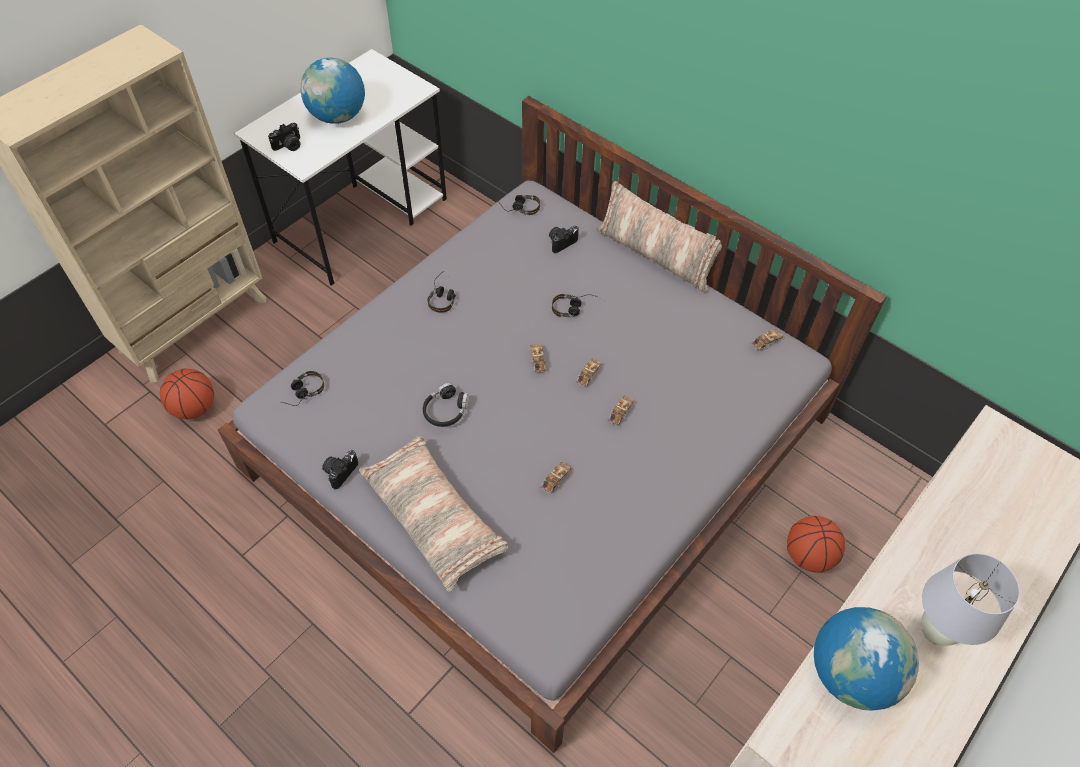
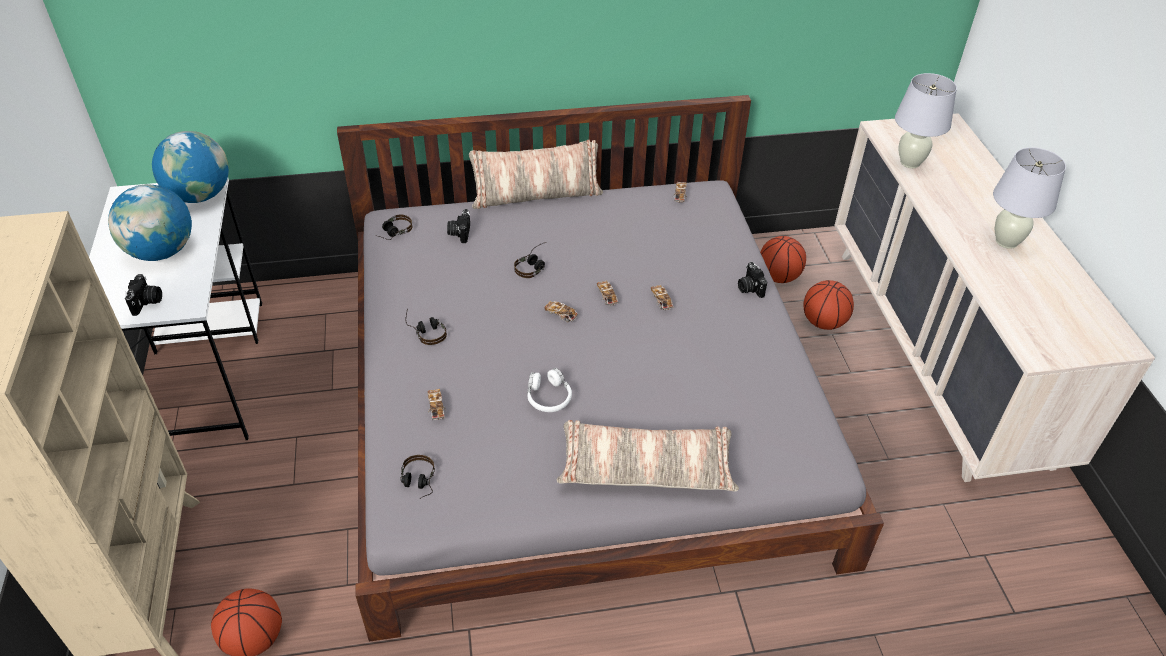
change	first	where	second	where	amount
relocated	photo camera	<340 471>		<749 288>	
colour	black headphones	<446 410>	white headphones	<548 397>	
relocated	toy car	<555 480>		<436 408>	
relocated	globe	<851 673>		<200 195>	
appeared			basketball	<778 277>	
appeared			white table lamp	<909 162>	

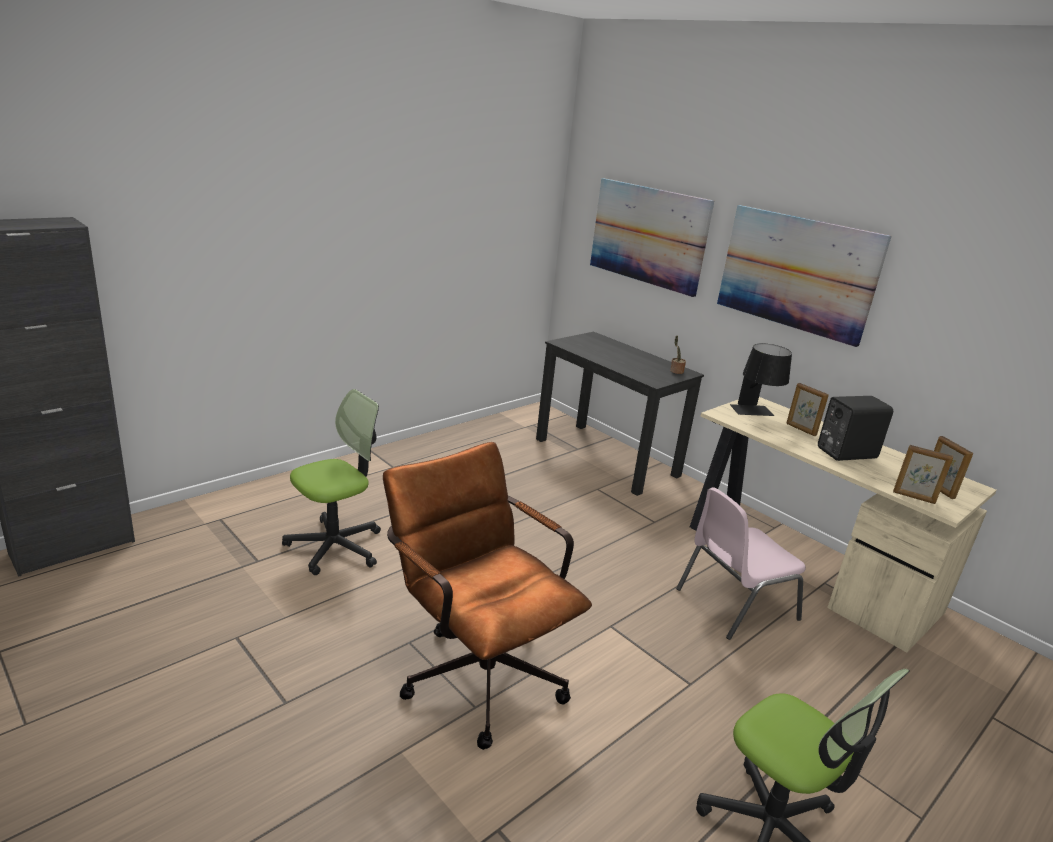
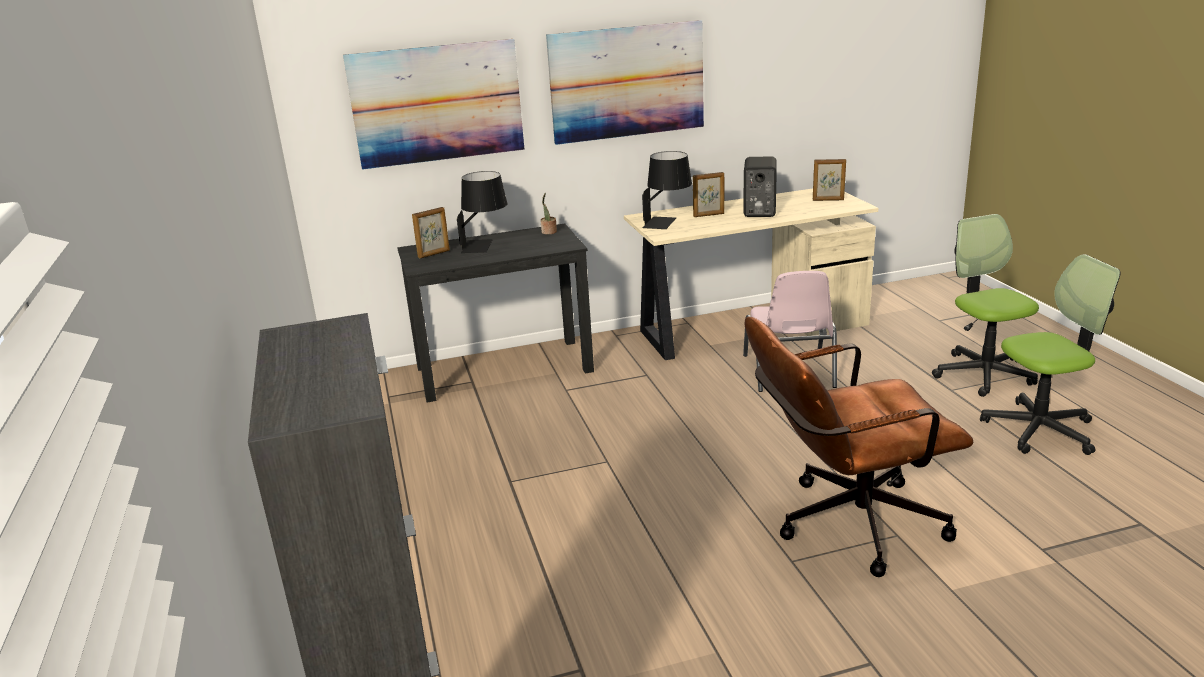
change	first	where	second	where	amount
relocated	office chair	<335 546>		<983 374>	
relocated	picture frame	<914 497>		<434 254>	
appeared			black table lamp	<485 245>	

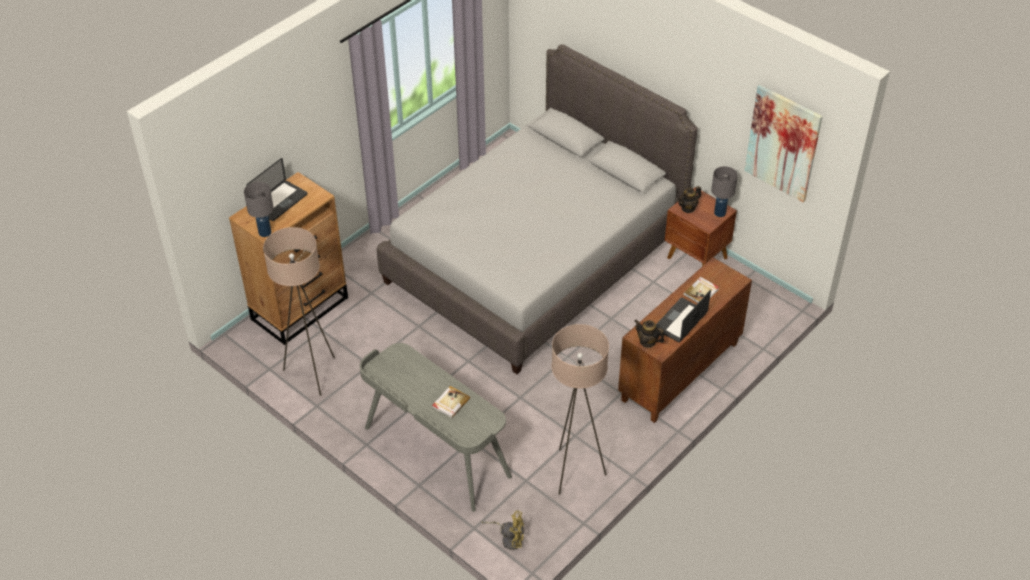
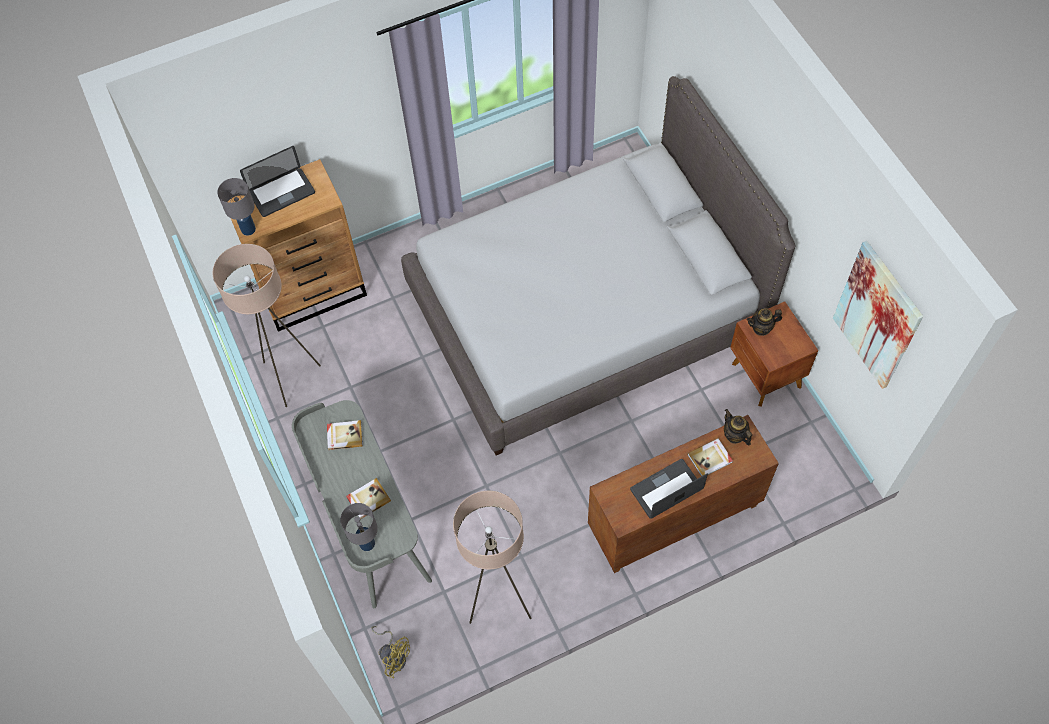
change	first	where	second	where	amount
relocated	teapot	<647 342>		<734 435>	
relocated	grey table lamp	<720 213>		<367 543>	
appeared			book	<344 435>	

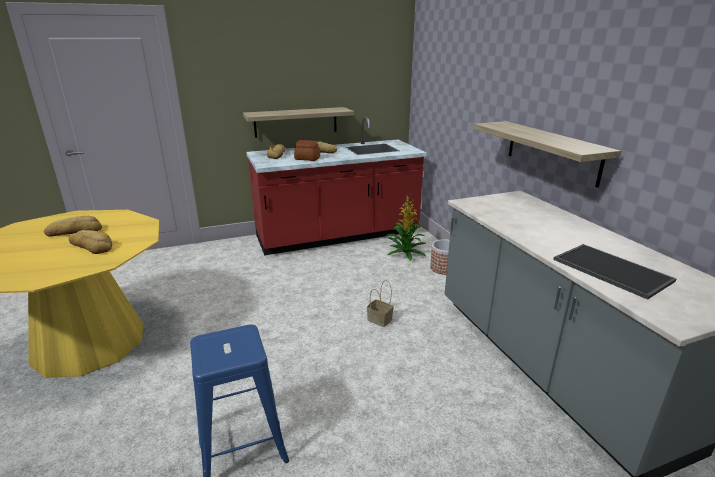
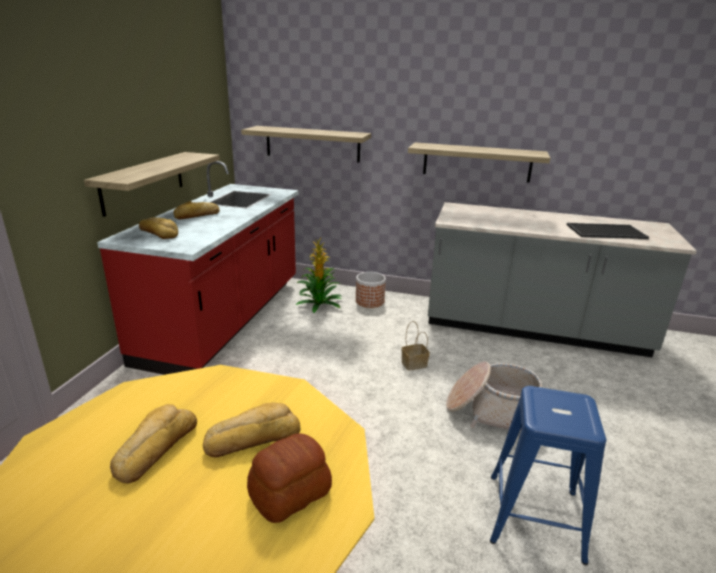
change	first	where	second	where	amount
relocated	bread	<307 159>		<291 494>	
appeared			shelf	<312 144>	
appeared			basket	<492 411>	

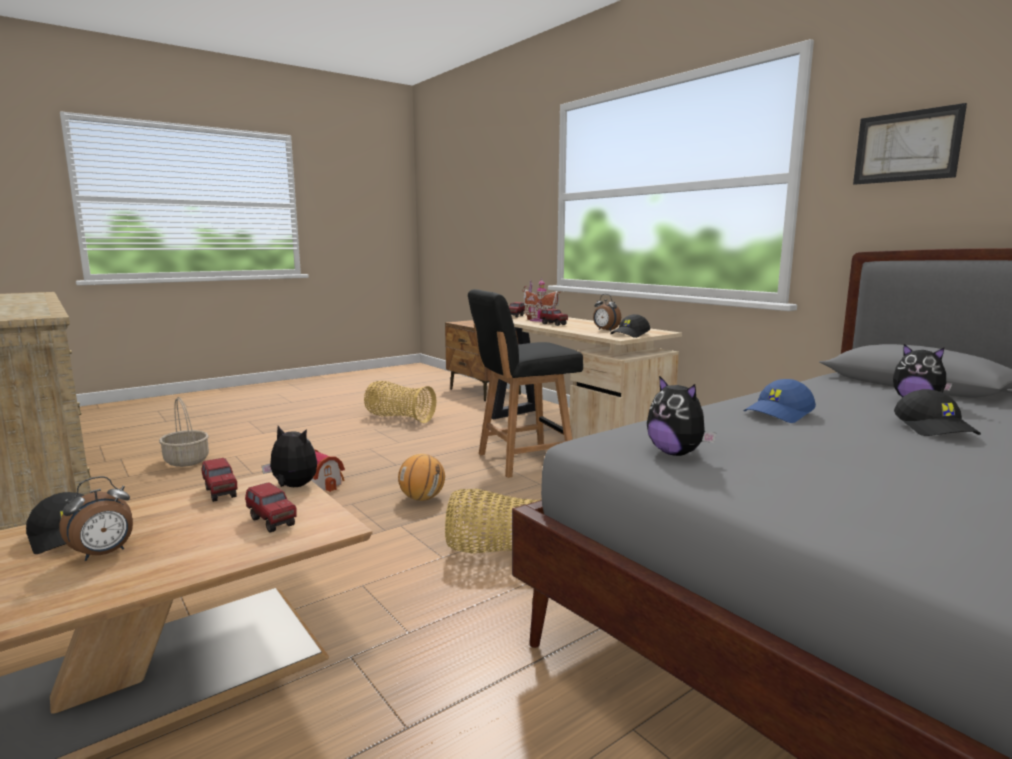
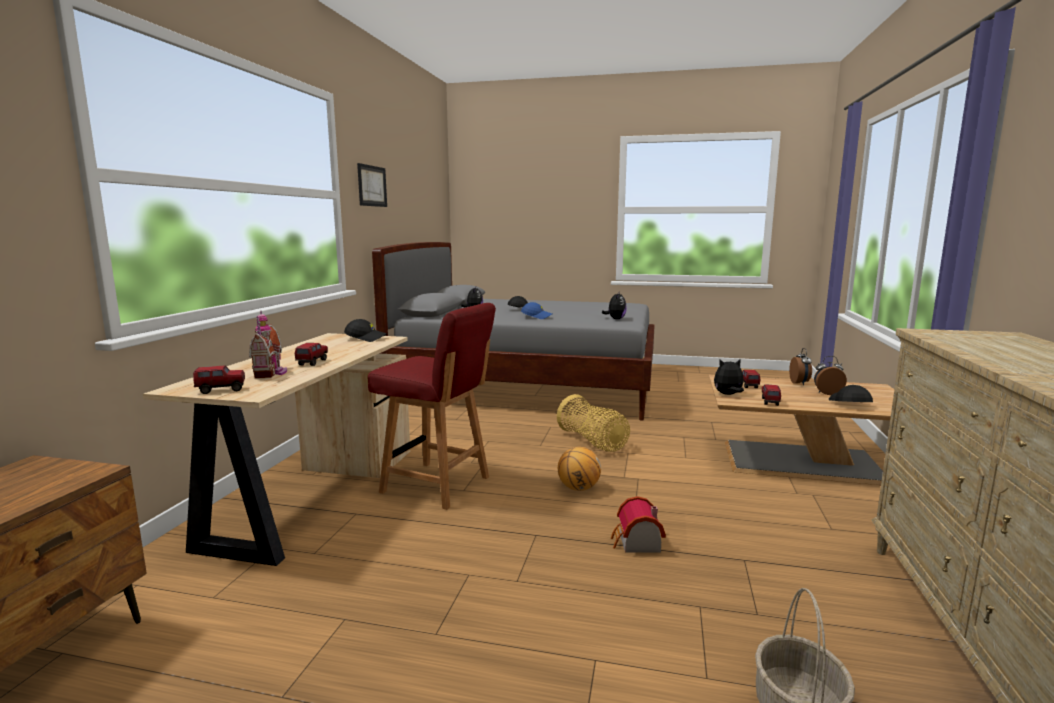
change	first	where	second	where	amount
spun	plush toy	<293 487>		<728 395>	105 degrees clockwise
missing	basket	<399 418>			
colour	black chair	<523 460>	red chair	<438 485>	
relocated	alarm clock	<605 330>		<799 383>	

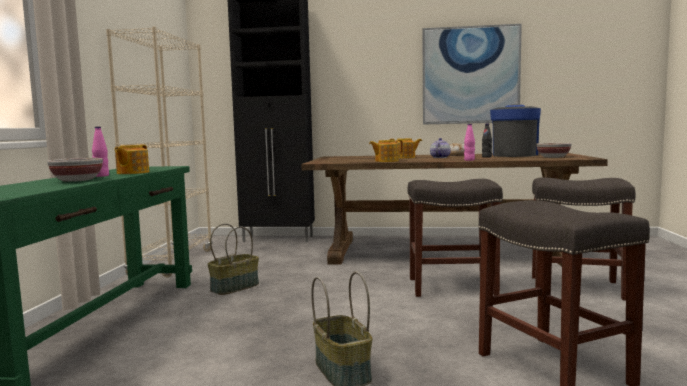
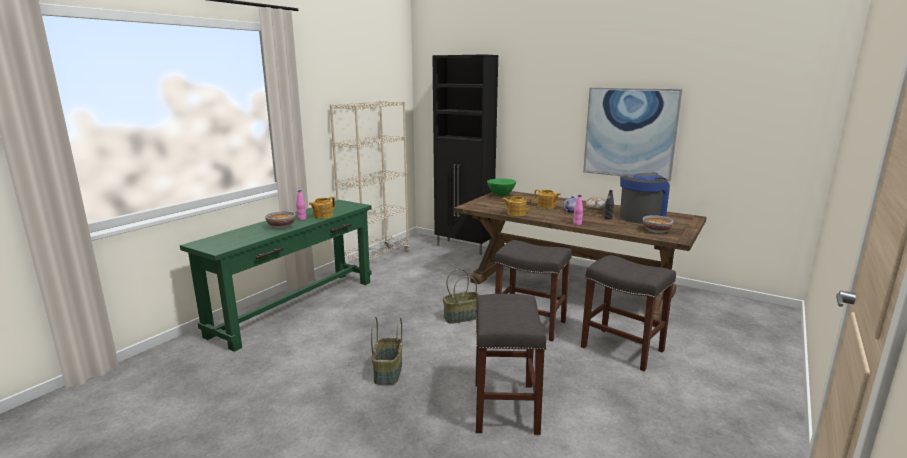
change	first	where	second	where	amount
relocated	basket	<235 287>		<462 317>	
appeared			green bowl	<501 195>	

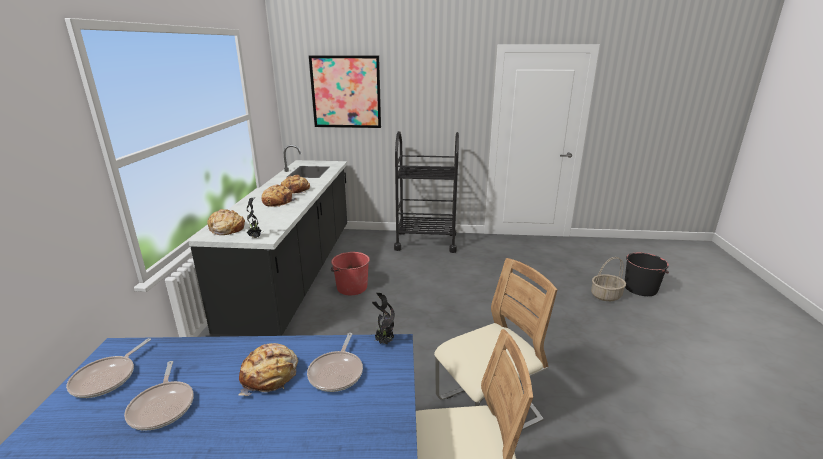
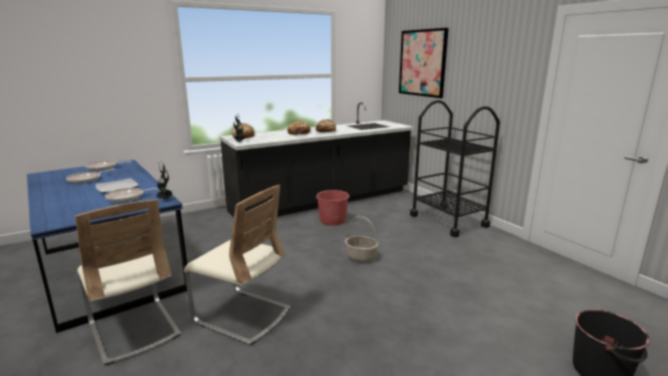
change	first	where	second	where	amount
exchanged	bread	<270 376>	plate	<117 187>	
relocated	basket	<606 295>		<361 257>	

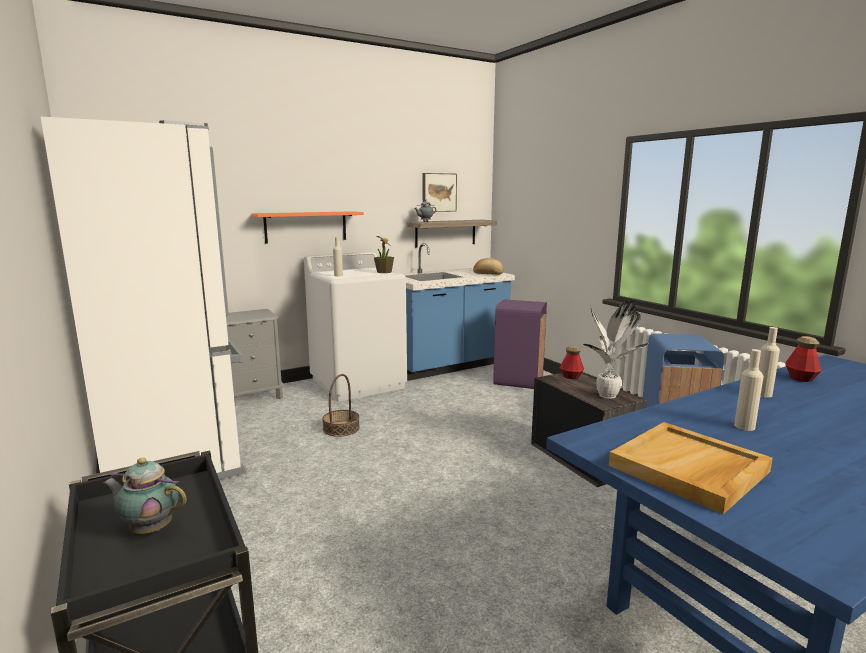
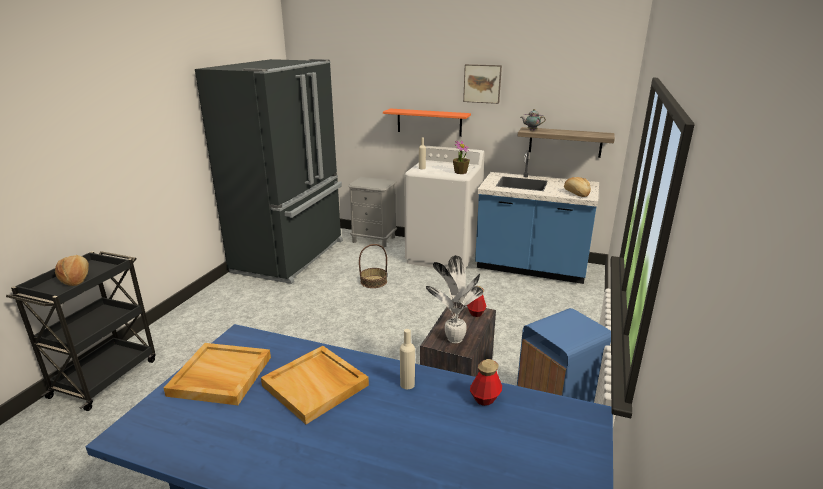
change	first	where	second	where	amount
colour	white fridge	<173 450>	black fridge	<291 256>	
exchanged	teapot	<149 529>	bread	<76 278>	
relocated	picture	<438 192>		<482 83>	
missing	purple trash can	<518 381>			
exchanged	beige bottle	<744 426>	beige tray	<316 385>	

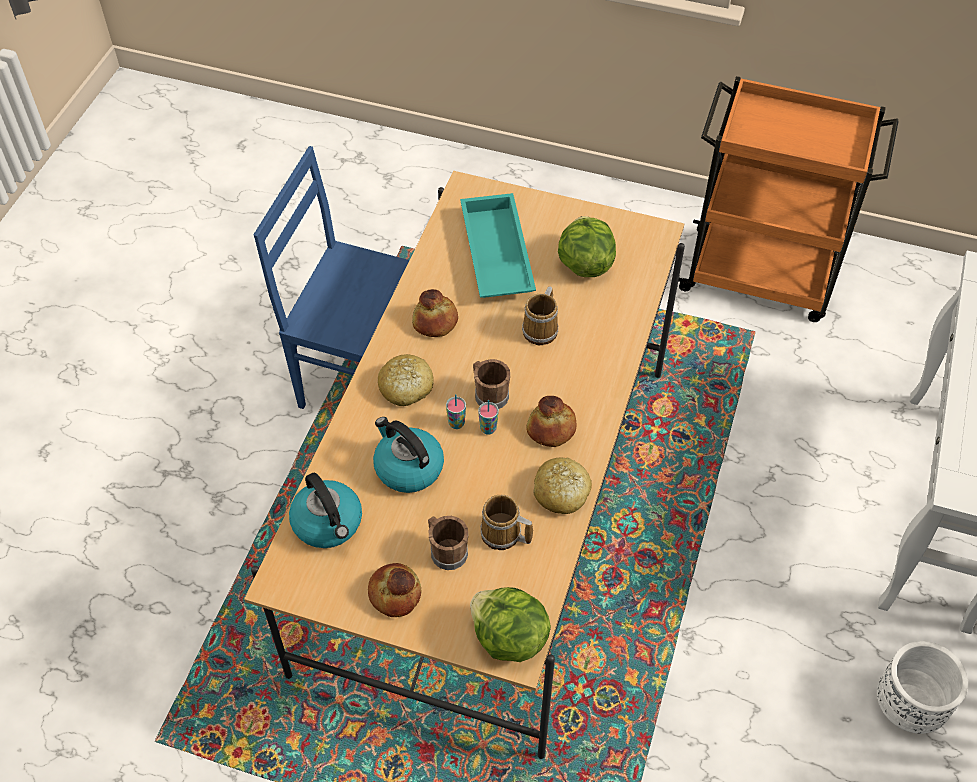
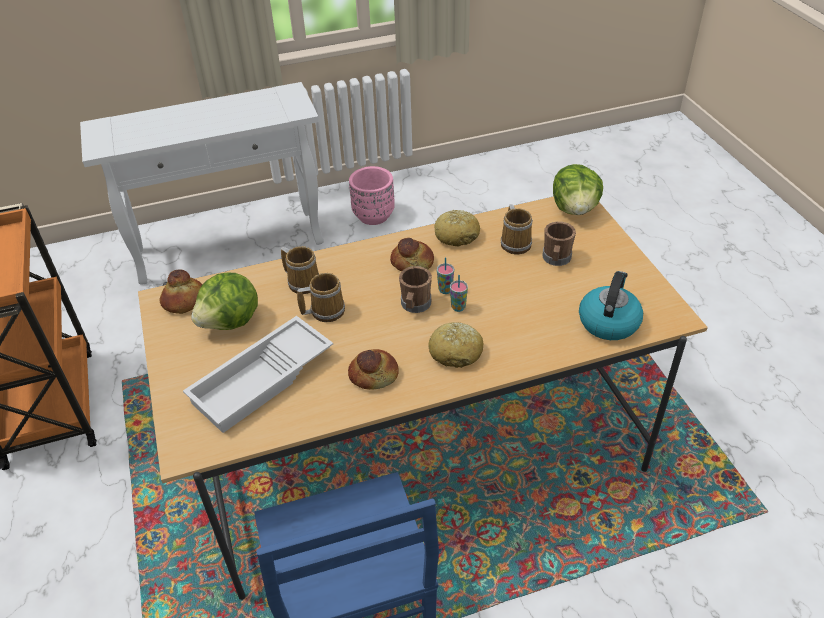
change	first	where	second	where	amount
relocated	bread	<394 593>		<184 301>	
missing	kettle	<407 467>			
colour	turquoise tray	<494 254>	white tray	<263 381>	
colour	white planter	<908 706>	pink planter	<373 216>	
appeared			mug	<303 281>	

